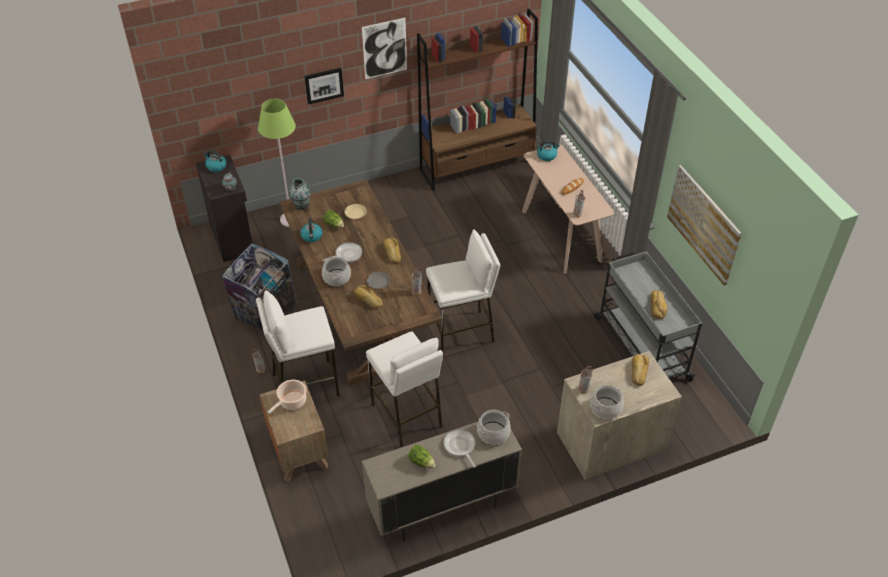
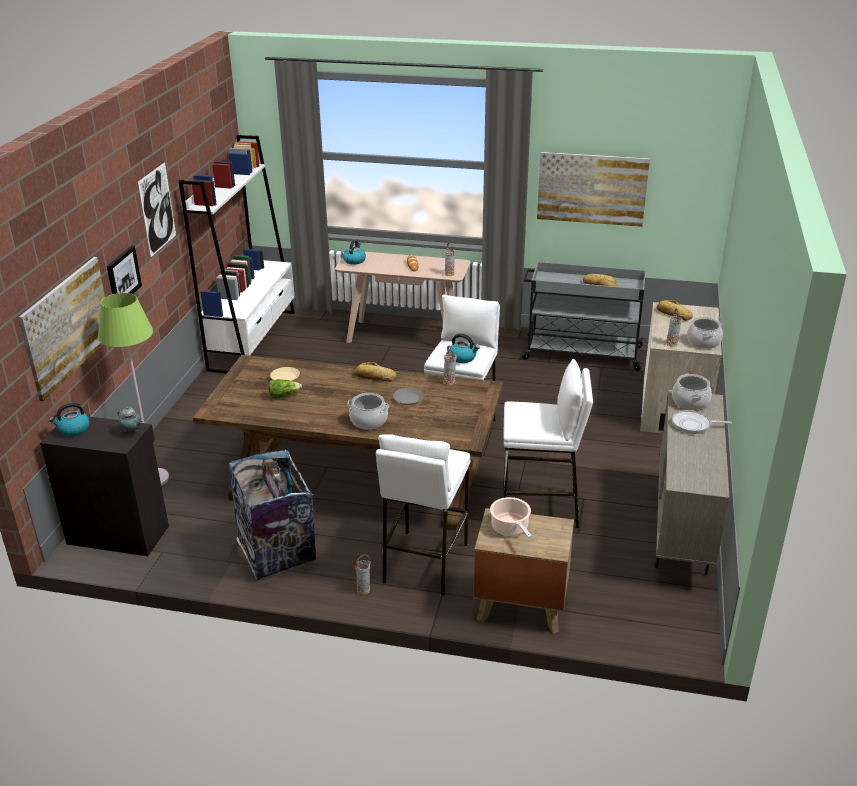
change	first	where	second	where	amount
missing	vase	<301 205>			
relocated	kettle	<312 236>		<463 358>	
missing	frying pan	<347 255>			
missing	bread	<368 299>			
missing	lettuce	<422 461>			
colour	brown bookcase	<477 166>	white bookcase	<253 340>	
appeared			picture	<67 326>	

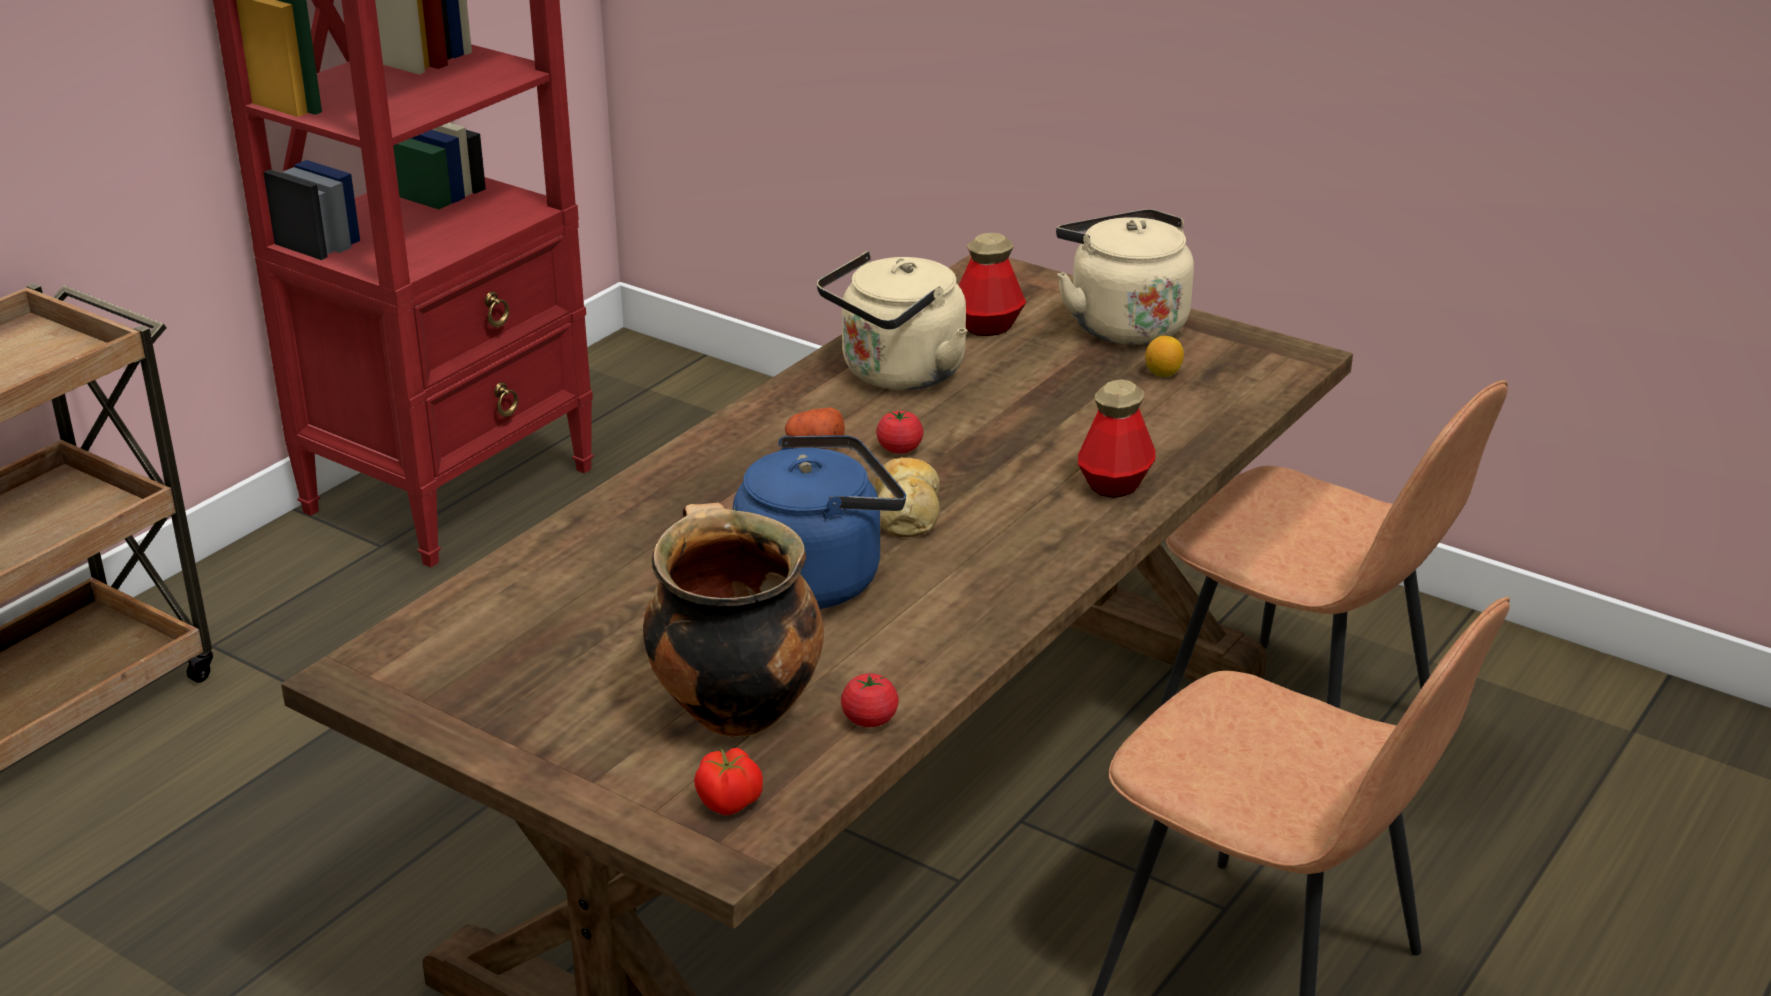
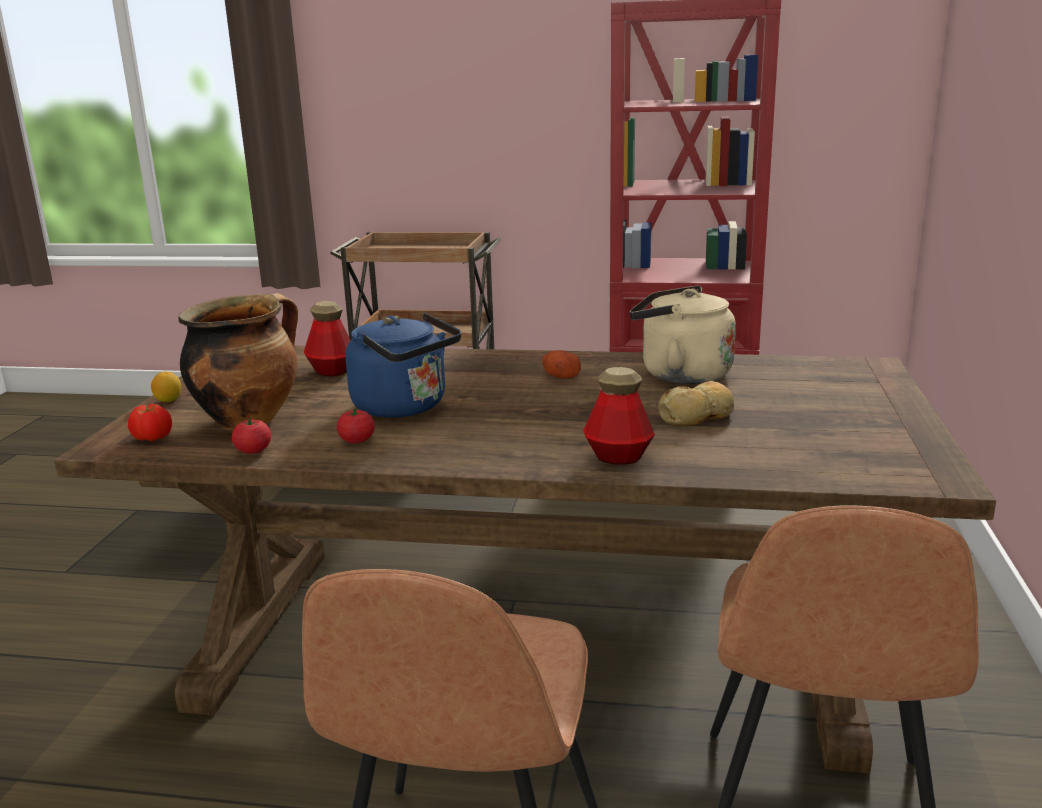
change	first	where	second	where	amount
relocated	bread	<906 510>		<698 416>	
relocated	tomato	<899 449>		<357 440>	
relocated	bottle	<988 327>		<331 371>	
missing	beige kettle	<1123 324>			
relocated	lemon	<1163 373>		<169 400>	

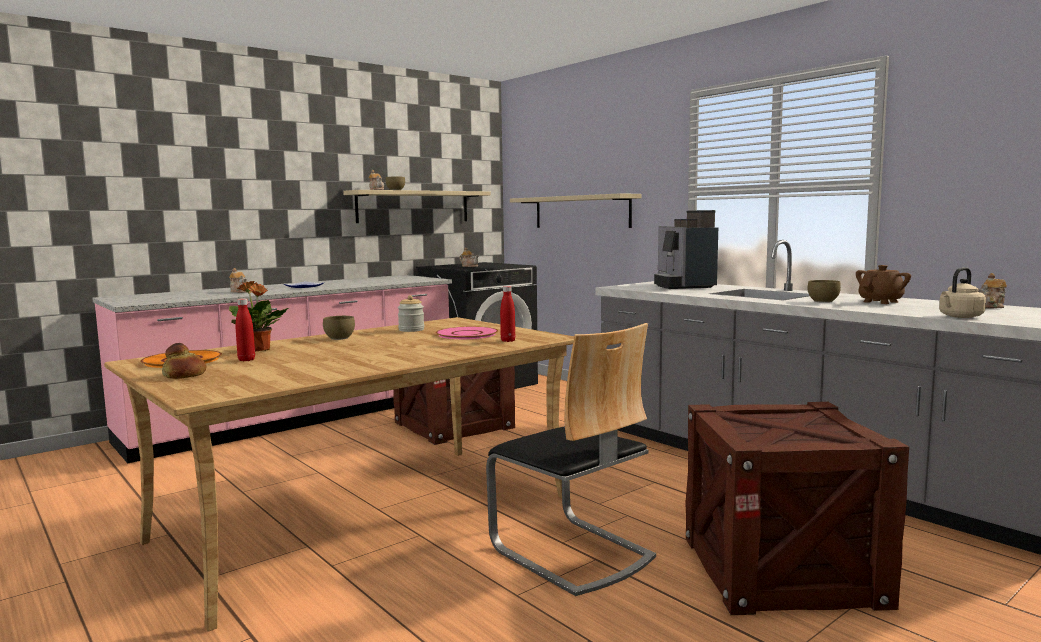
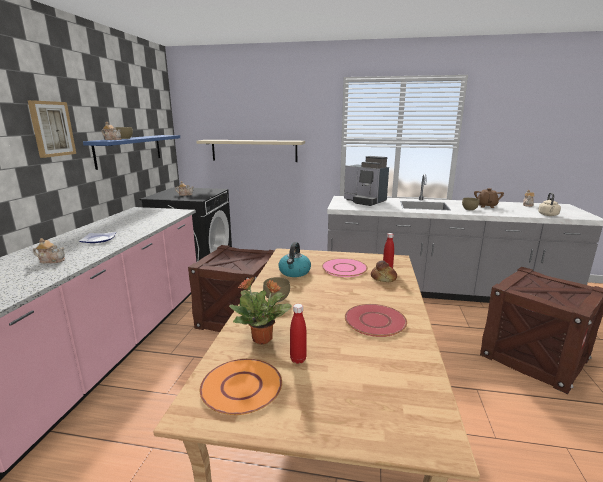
change	first	where	second	where	amount
relocated	bread	<185 375>		<383 278>	
colour	beige shelf	<413 206>	blue shelf	<130 150>	
exchanged	jar	<411 330>	kettle	<294 272>	
missing	chair	<571 553>			
appeared			picture	<52 129>	
appeared			red plate	<375 321>	

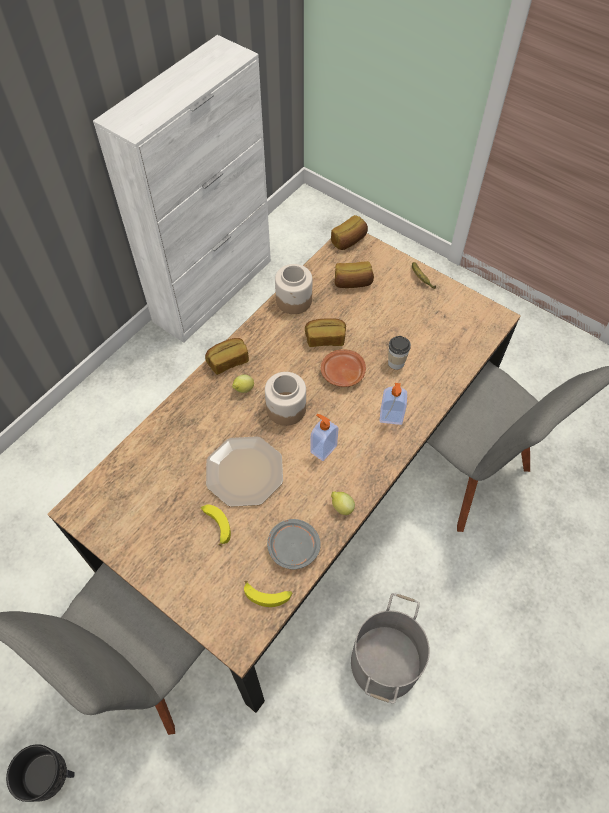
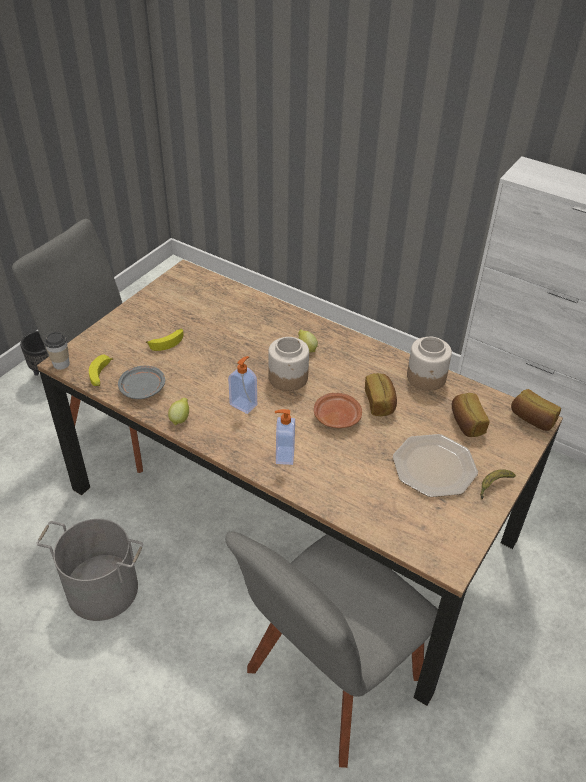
change	first	where	second	where	amount
missing	bread	<228 361>			
relocated	plate	<244 471>		<434 466>	
relocated	cup	<396 363>		<61 364>	

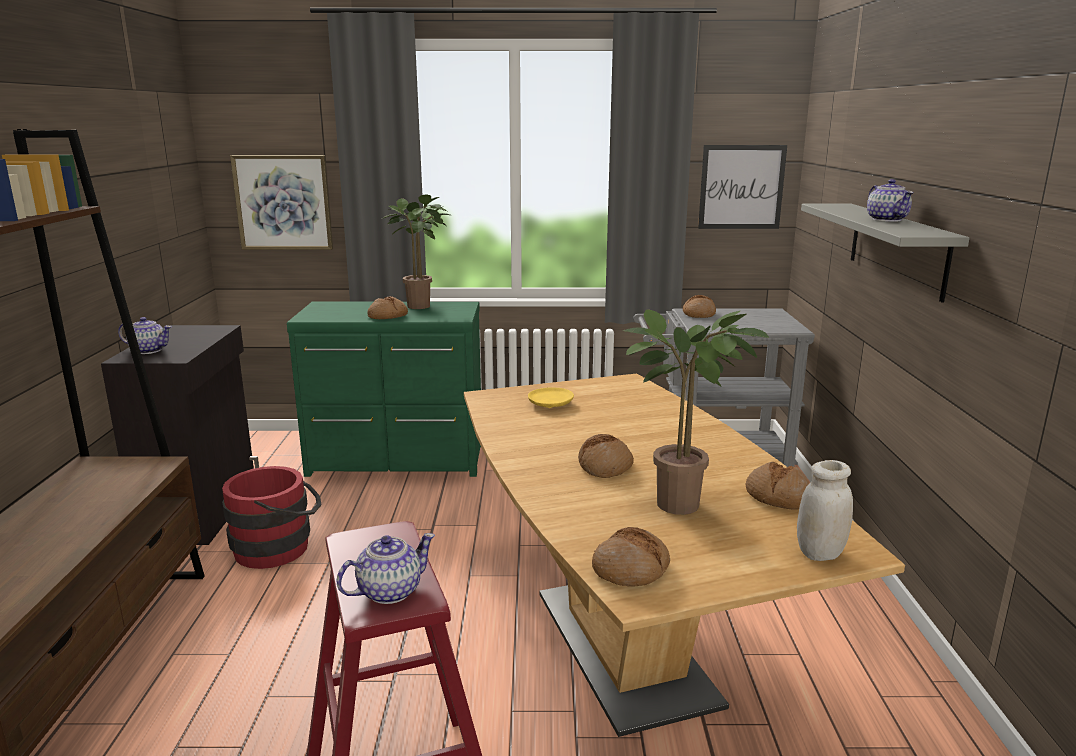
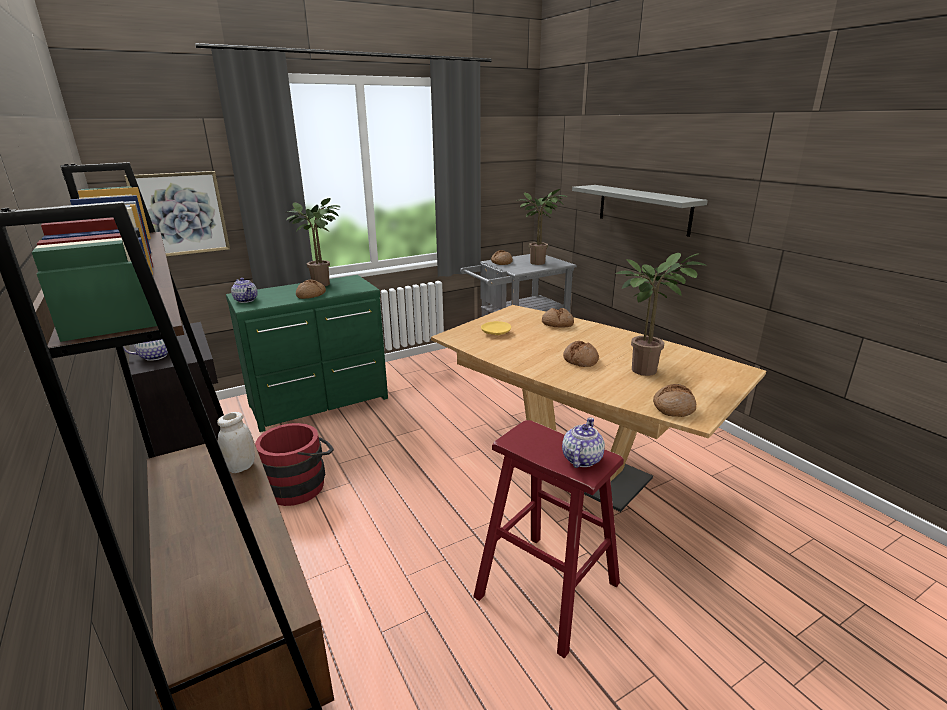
change	first	where	second	where	amount
missing	picture	<741 187>			
relocated	bread	<777 497>		<557 324>	
relocated	white jar	<820 553>		<241 467>	
relocated	teapot	<886 219>		<246 300>	
appeared			potted plant	<540 262>	

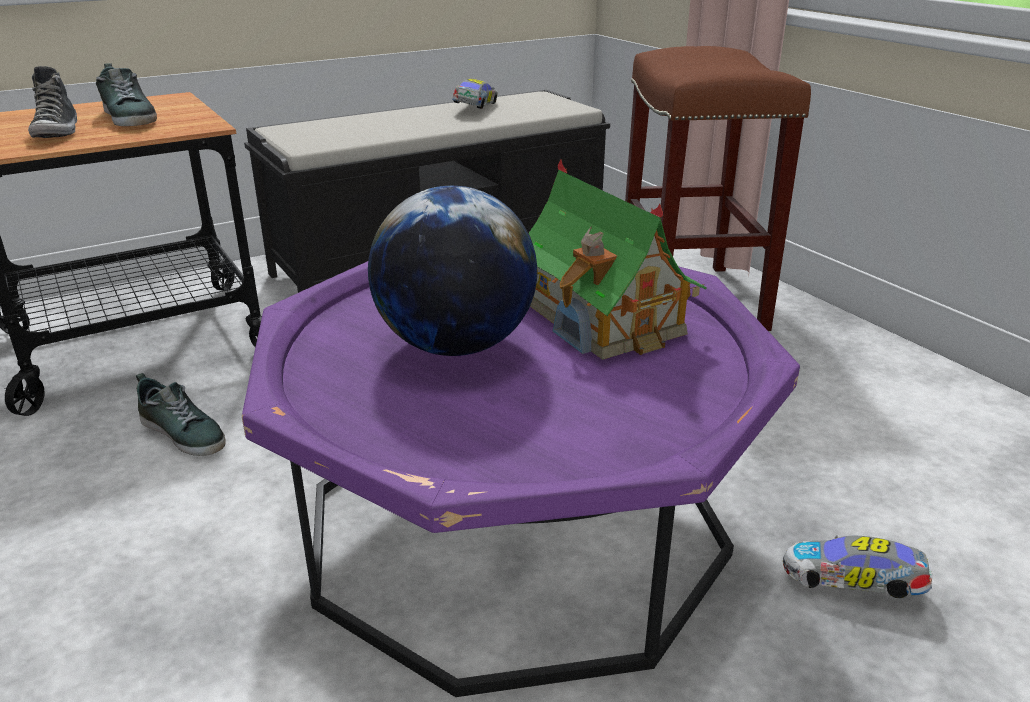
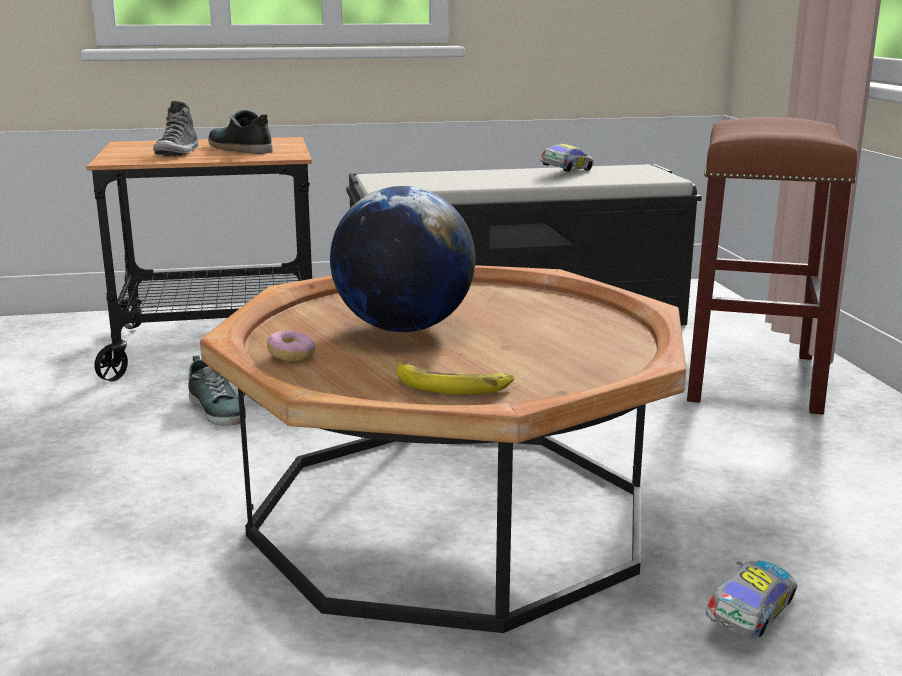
change	first	where	second	where	amount
spun	shoe	<130 117>		<239 148>	150 degrees clockwise
colour	purple coffee table	<515 523>	brown coffee table	<451 514>	
missing	toy house	<599 315>			
spun	toy car	<854 584>		<750 618>	90 degrees clockwise
appeared			donut	<291 356>	
appeared			banana	<452 386>	

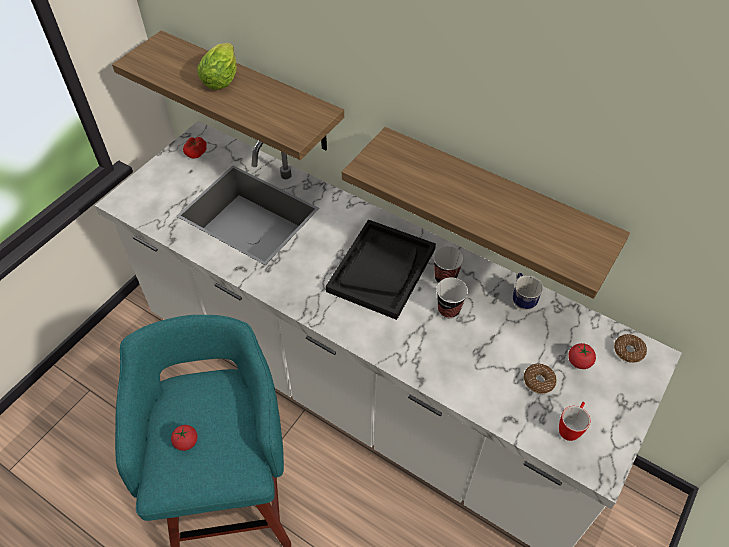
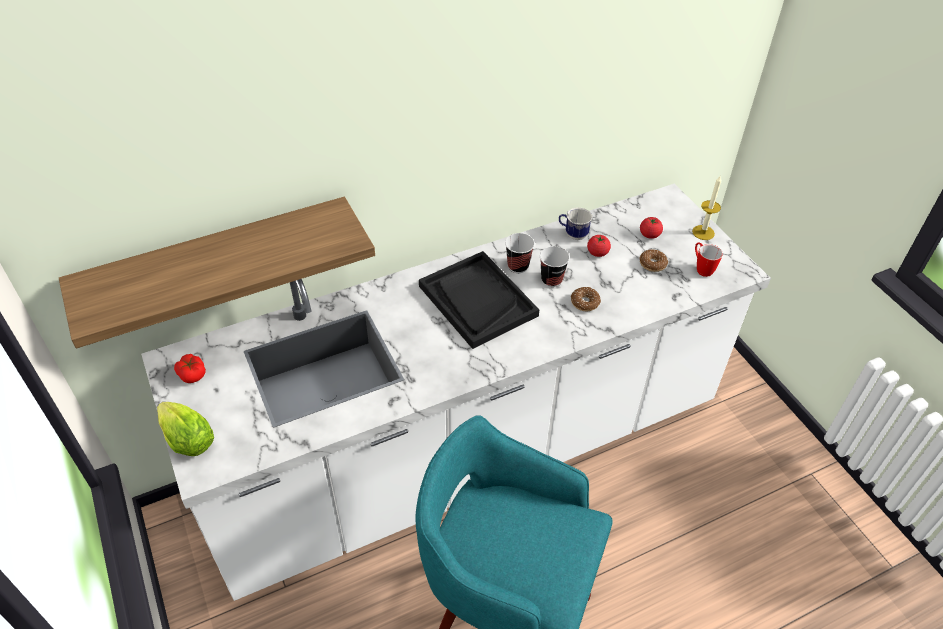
change	first	where	second	where	amount
relocated	tomato	<186 442>		<597 252>	
relocated	lettuce	<222 78>		<186 438>	
missing	shelf	<494 200>			
relocated	donut	<628 351>		<585 302>	
appeared			candle	<703 232>	

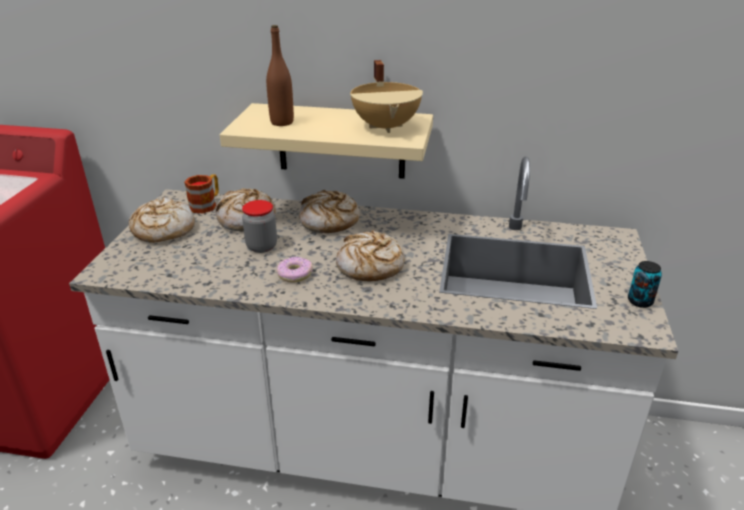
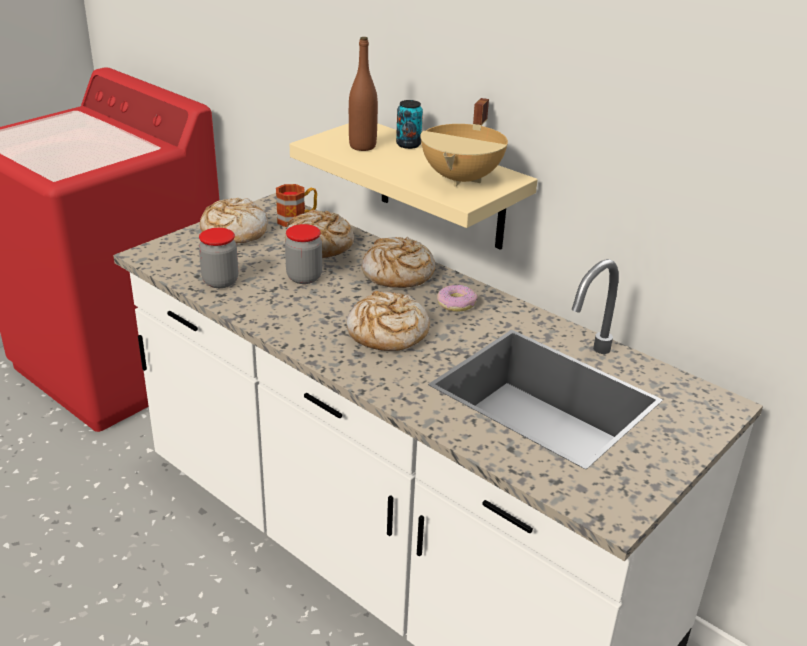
change	first	where	second	where	amount
relocated	donut	<294 274>		<456 303>	
relocated	can	<640 301>		<408 144>	
appeared			jar	<220 281>	

